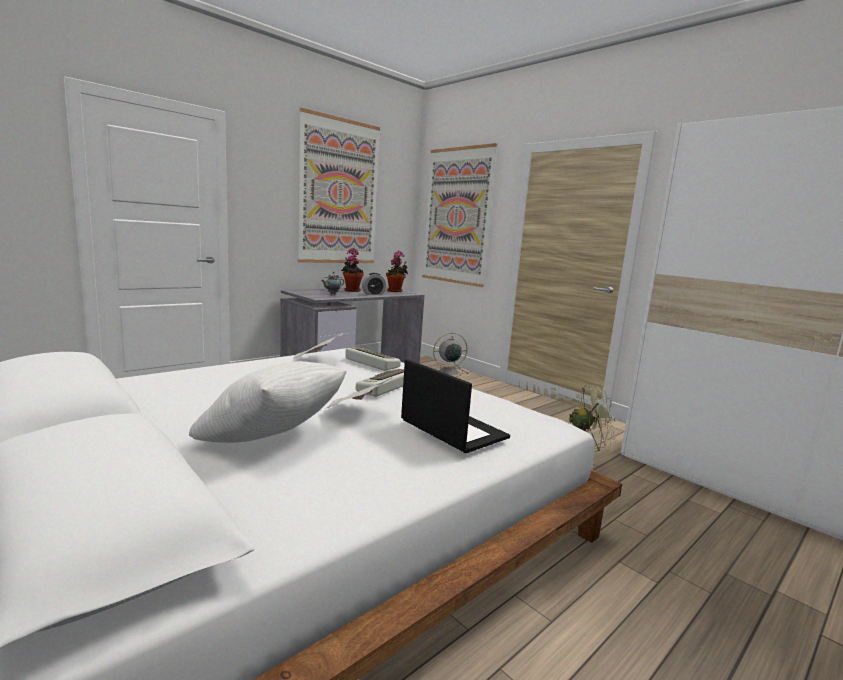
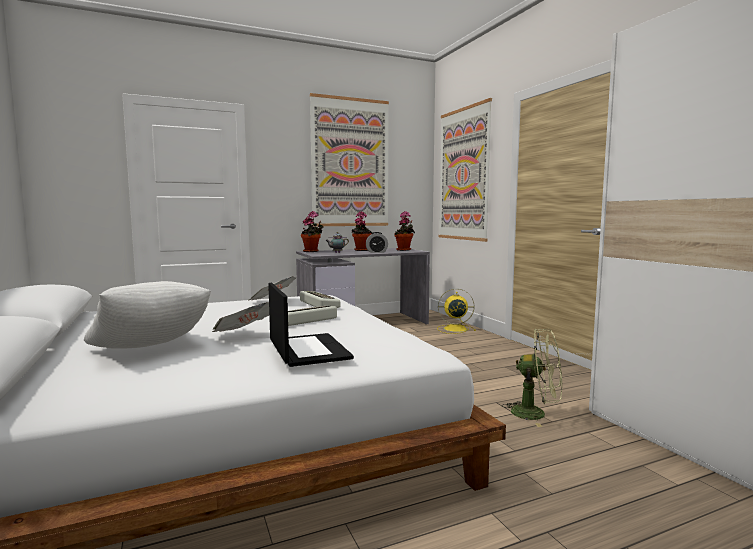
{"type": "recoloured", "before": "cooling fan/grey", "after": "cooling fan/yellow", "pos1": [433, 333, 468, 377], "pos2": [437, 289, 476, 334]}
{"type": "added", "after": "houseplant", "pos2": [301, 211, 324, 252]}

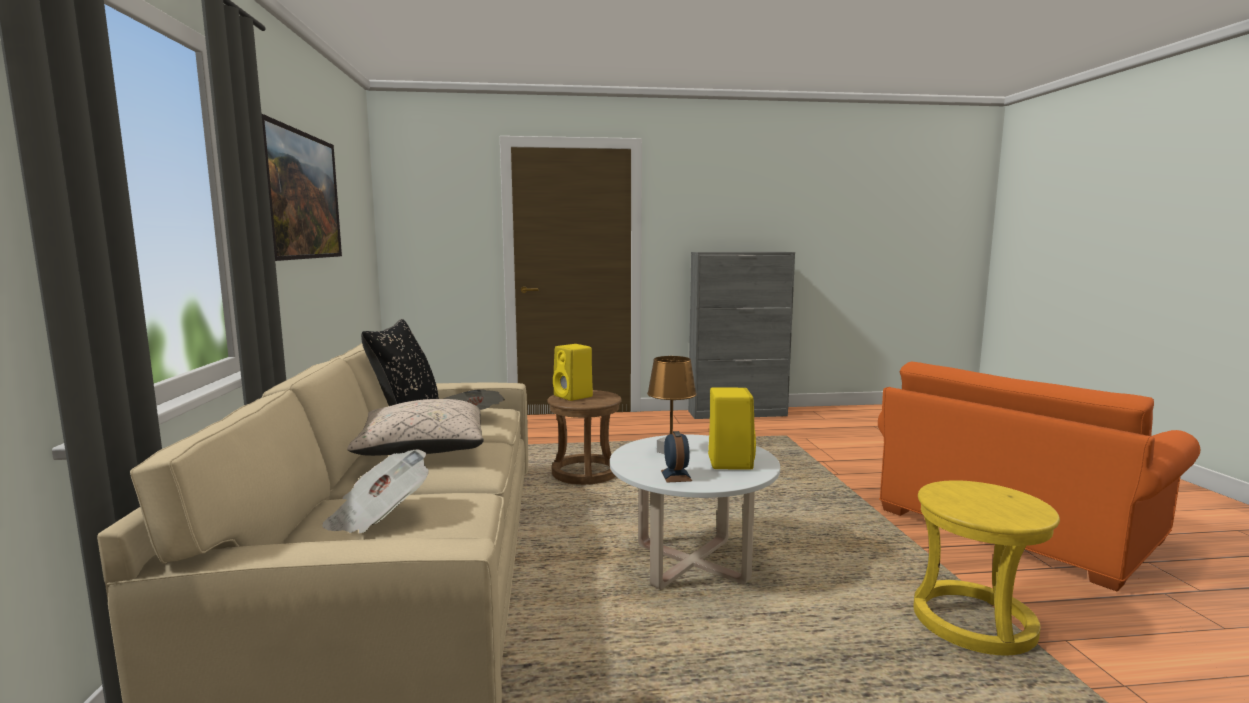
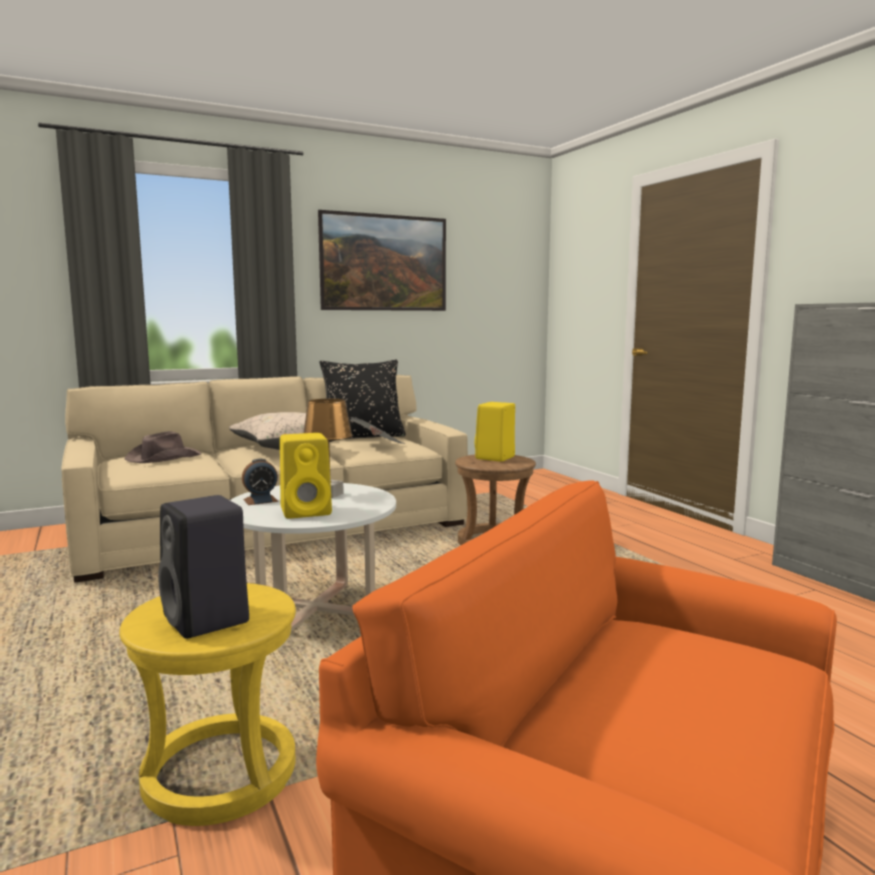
{"type": "replaced", "before": "daily paper", "after": "hat/brownish", "pos1": [322, 449, 429, 534], "pos2": [124, 431, 201, 463]}
{"type": "added", "after": "audio speaker/black-coloured", "pos2": [158, 495, 249, 639]}

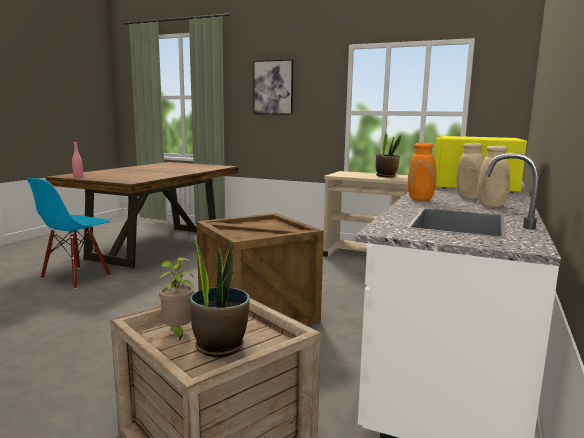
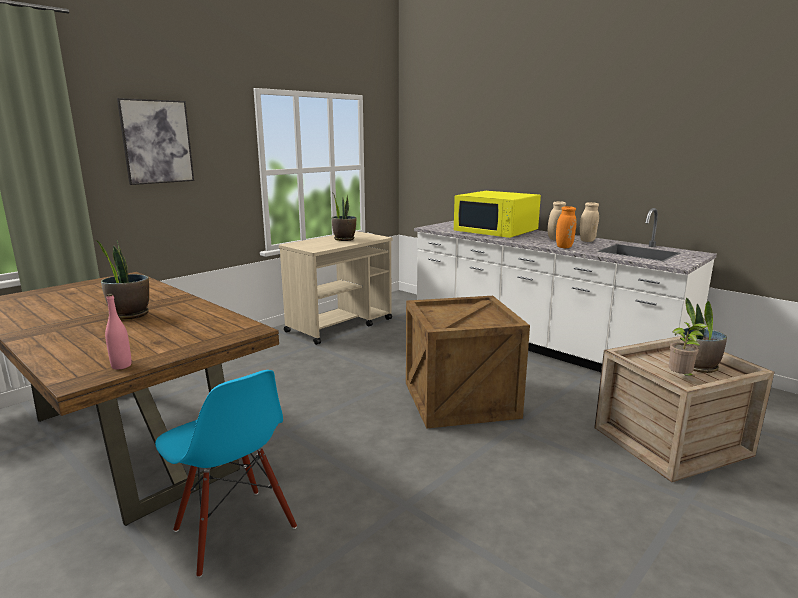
{"type": "added", "after": "houseplant", "pos2": [96, 240, 149, 320]}

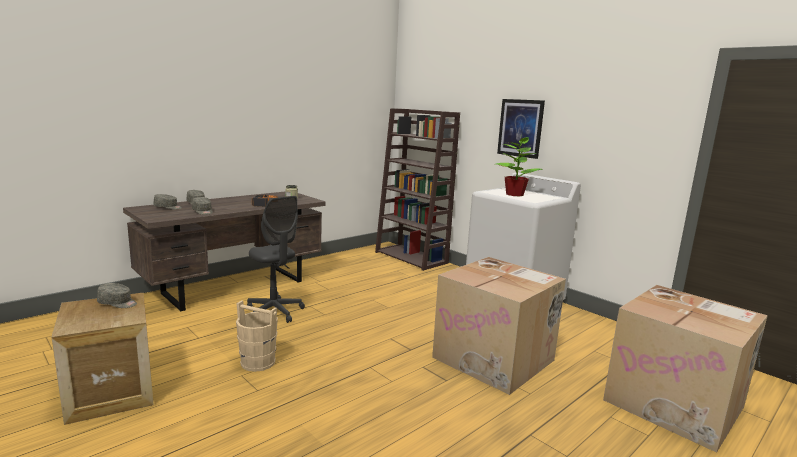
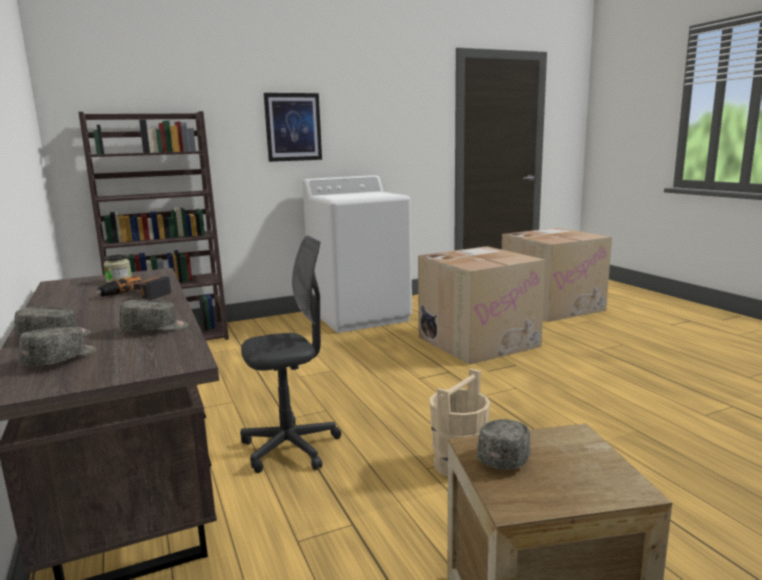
{"type": "removed", "before": "houseplant", "pos1": [497, 133, 542, 196]}

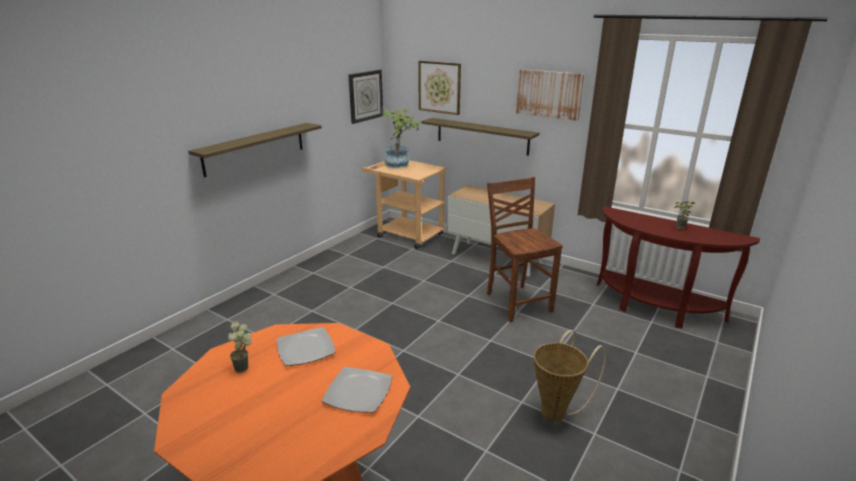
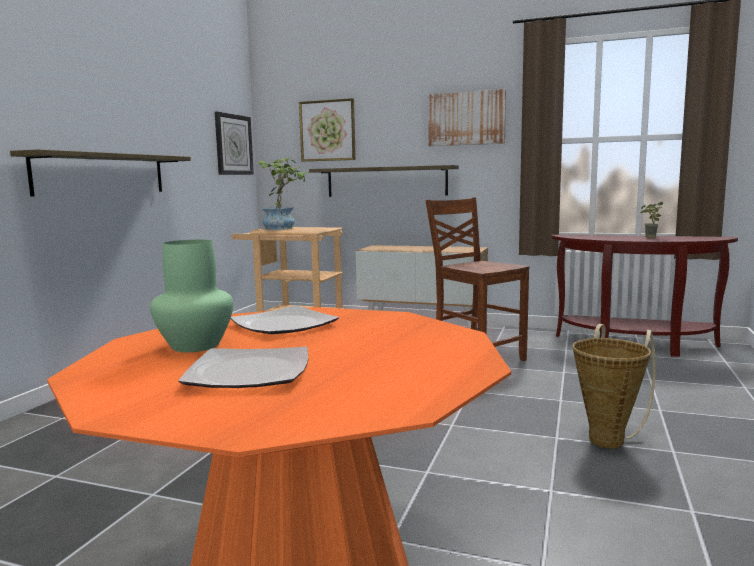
{"type": "replaced", "before": "houseplant", "after": "decorative vase/green-coloured", "pos1": [228, 321, 252, 373], "pos2": [150, 240, 233, 352]}
{"type": "moved", "before": "flat dish", "pos1": [322, 367, 393, 413], "pos2": [178, 347, 308, 388]}

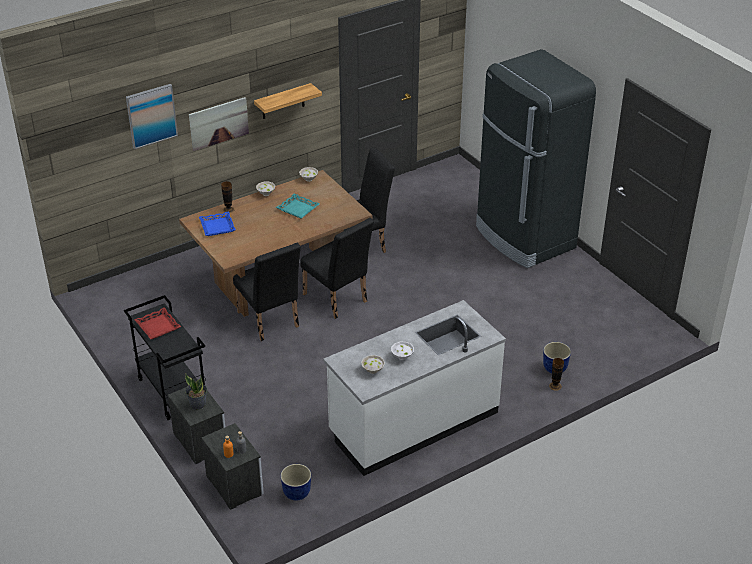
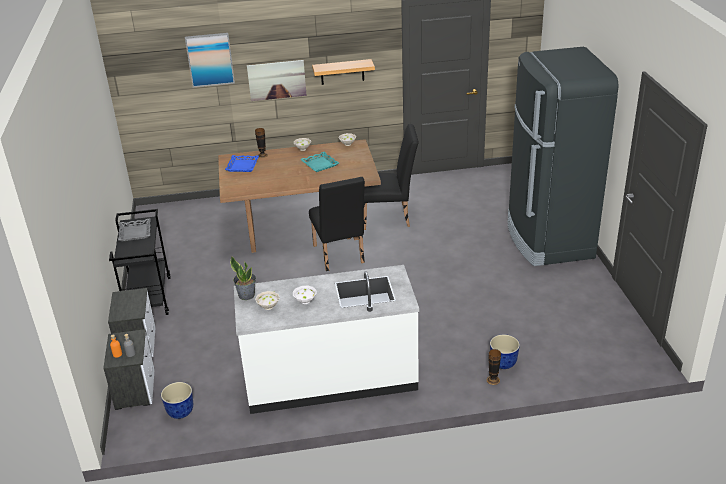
{"type": "removed", "before": "plain chair/black-coloured", "pos1": [233, 243, 301, 341]}
{"type": "recoloured", "before": "serving tray/red-coloured", "after": "serving tray/grey", "pos1": [134, 308, 181, 339], "pos2": [118, 218, 151, 241]}
{"type": "moved", "before": "houseplant", "pos1": [185, 373, 207, 410], "pos2": [230, 256, 256, 300]}

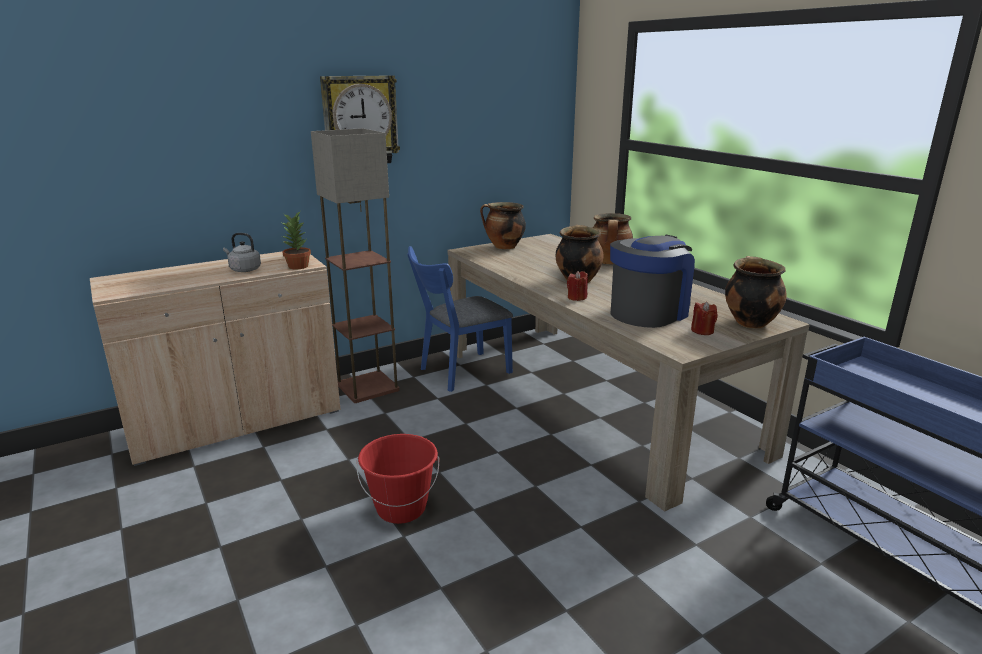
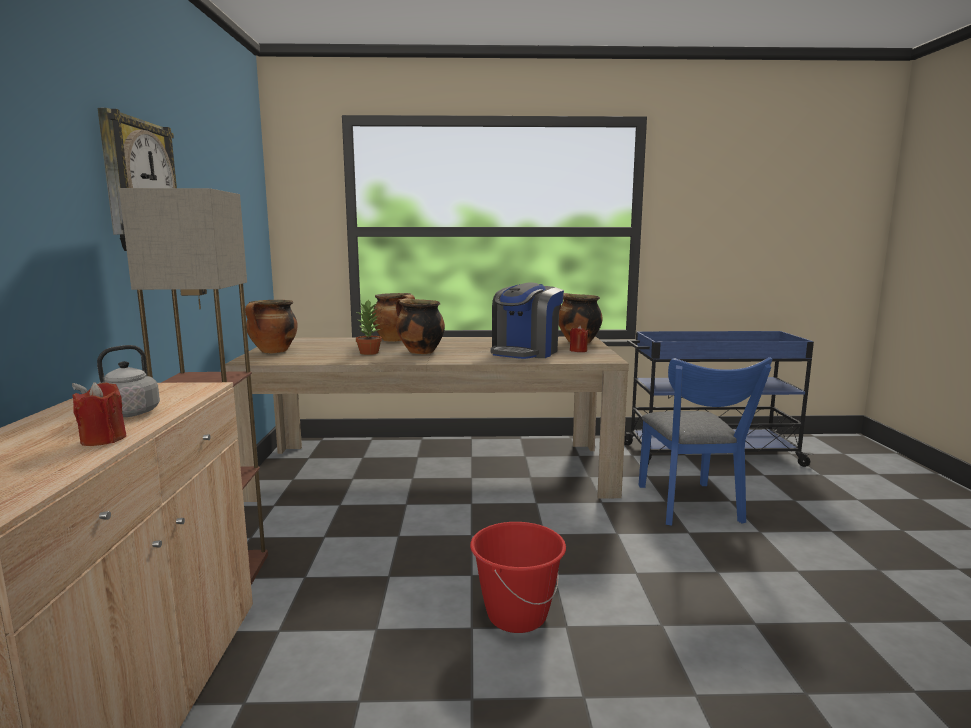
{"type": "moved", "before": "houseplant", "pos1": [282, 211, 311, 269], "pos2": [356, 300, 382, 355]}
{"type": "turned", "before": "coffee maker", "pos1": [610, 235, 695, 328], "pos2": [491, 283, 564, 359], "turn": -135}
{"type": "moved", "before": "plain chair/bluish", "pos1": [407, 246, 513, 392], "pos2": [638, 357, 772, 526]}
{"type": "moved", "before": "candle/red-coloured", "pos1": [567, 271, 588, 301], "pos2": [72, 382, 127, 446]}

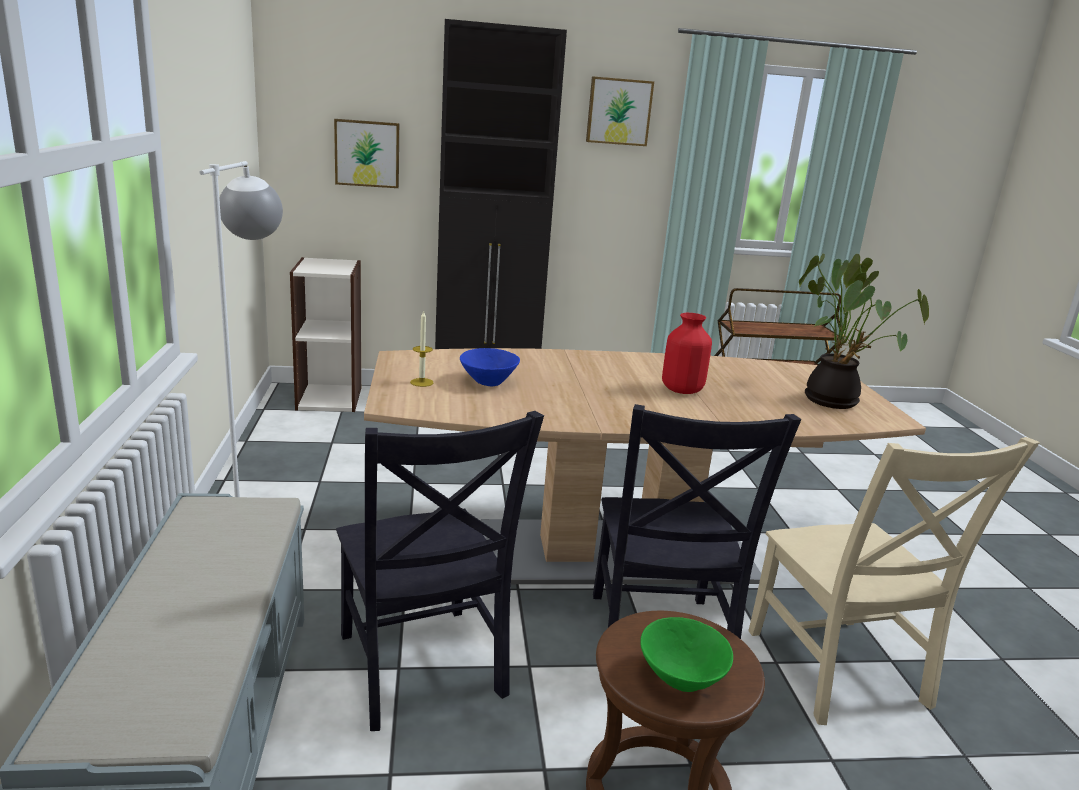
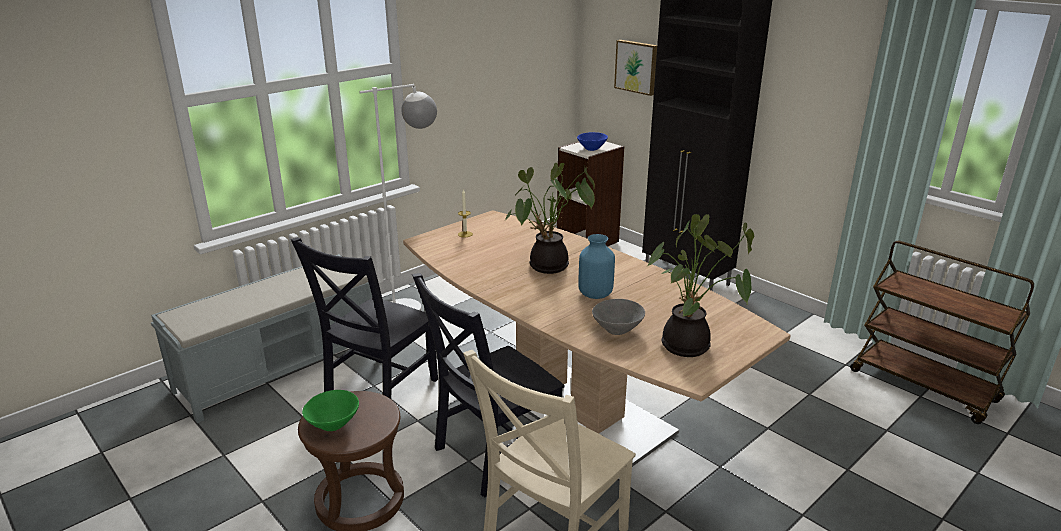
{"type": "removed", "before": "wall picture", "pos1": [586, 76, 654, 146]}
{"type": "recoloured", "before": "decorative vase/red-coloured", "after": "decorative vase/bluish", "pos1": [662, 313, 712, 394], "pos2": [578, 234, 615, 299]}
{"type": "moved", "before": "bowl/bluish", "pos1": [460, 348, 520, 386], "pos2": [577, 132, 608, 151]}
{"type": "added", "after": "houseplant", "pos2": [505, 163, 595, 274]}
{"type": "added", "after": "bowl/grey", "pos2": [592, 299, 645, 335]}

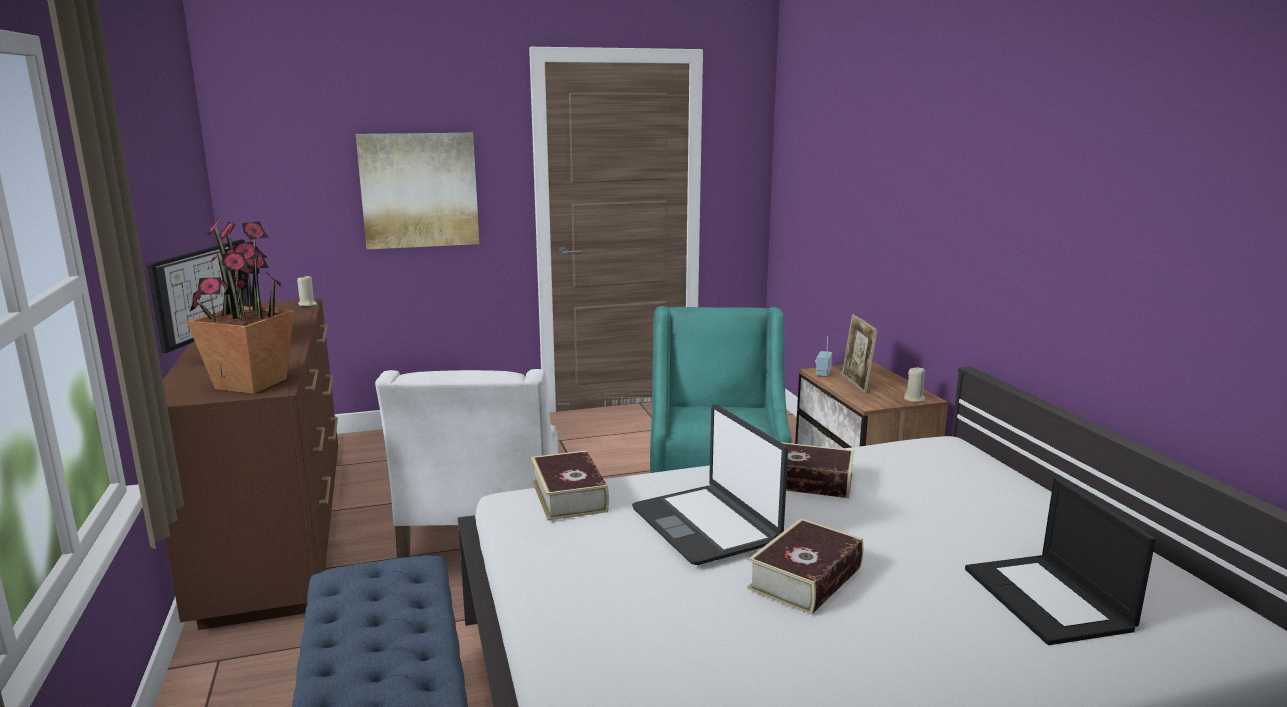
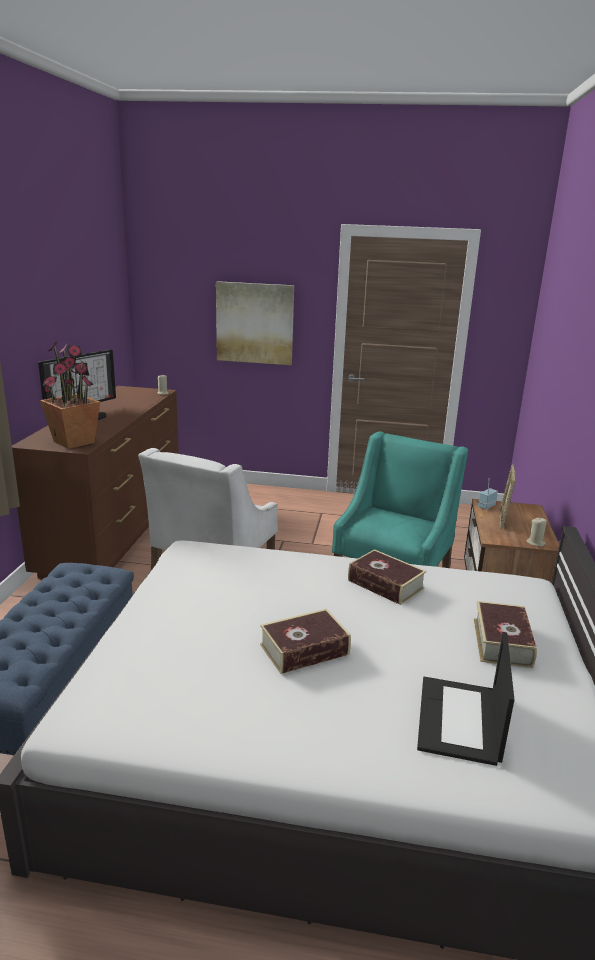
{"type": "removed", "before": "portable computer", "pos1": [632, 404, 788, 565]}
{"type": "moved", "before": "book", "pos1": [531, 450, 609, 520], "pos2": [474, 601, 537, 668]}

